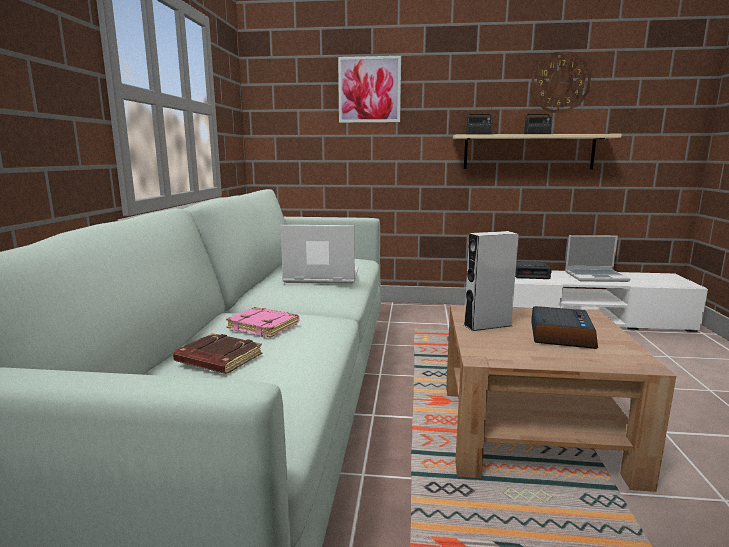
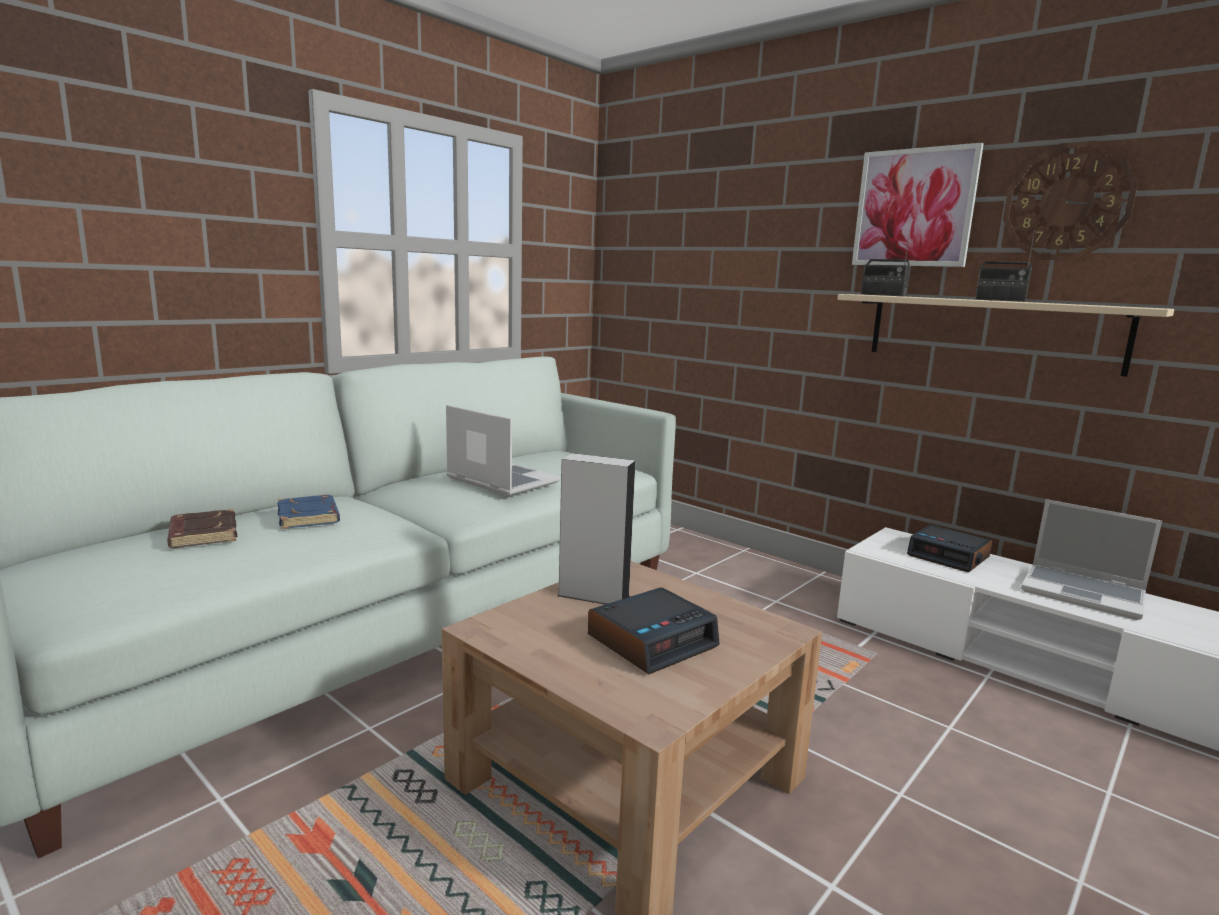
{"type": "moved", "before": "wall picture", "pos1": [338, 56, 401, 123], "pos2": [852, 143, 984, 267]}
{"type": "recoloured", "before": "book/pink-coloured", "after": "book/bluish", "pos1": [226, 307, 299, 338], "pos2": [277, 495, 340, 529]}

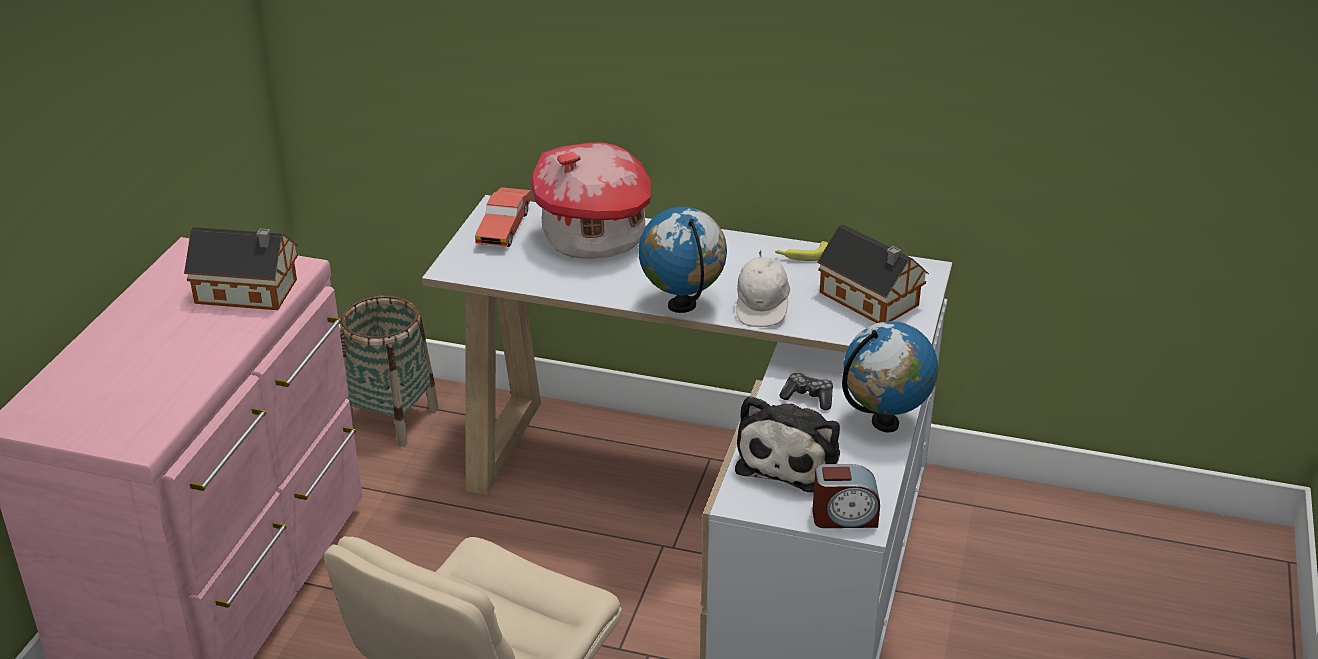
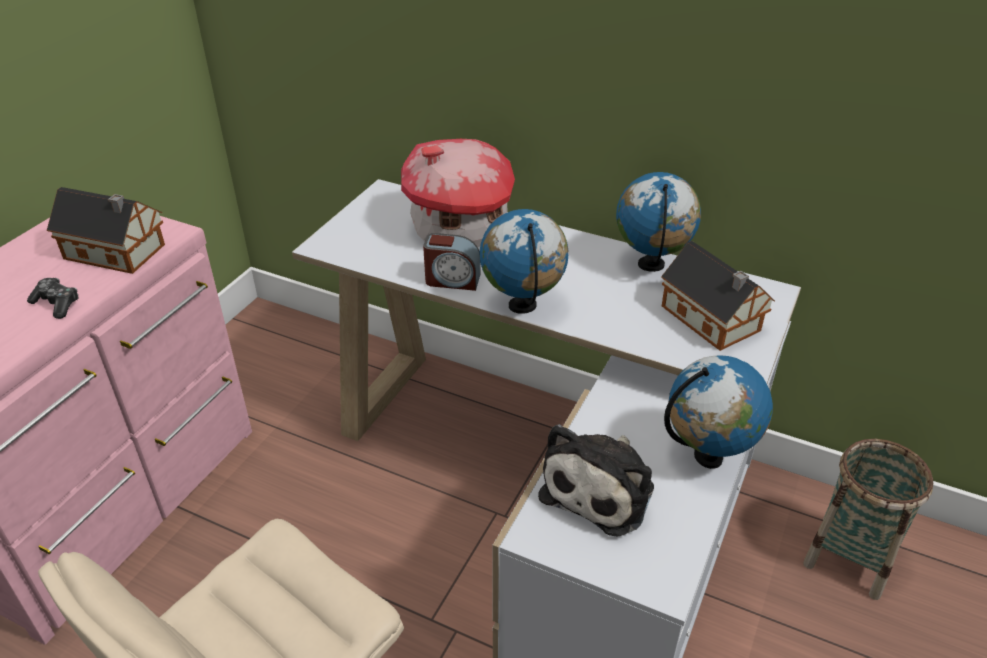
{"type": "removed", "before": "model car/red-coloured", "pos1": [475, 187, 532, 247]}
{"type": "replaced", "before": "banana fruit", "after": "globe", "pos1": [775, 241, 828, 261], "pos2": [616, 172, 701, 272]}
{"type": "removed", "before": "cap/whitish", "pos1": [737, 250, 790, 327]}
{"type": "moved", "before": "household basket", "pos1": [340, 295, 439, 446], "pos2": [803, 439, 933, 600]}
{"type": "moved", "before": "joypad", "pos1": [780, 372, 833, 410], "pos2": [27, 278, 78, 319]}
{"type": "moved", "before": "bedside clock", "pos1": [812, 464, 880, 528], "pos2": [423, 233, 481, 291]}

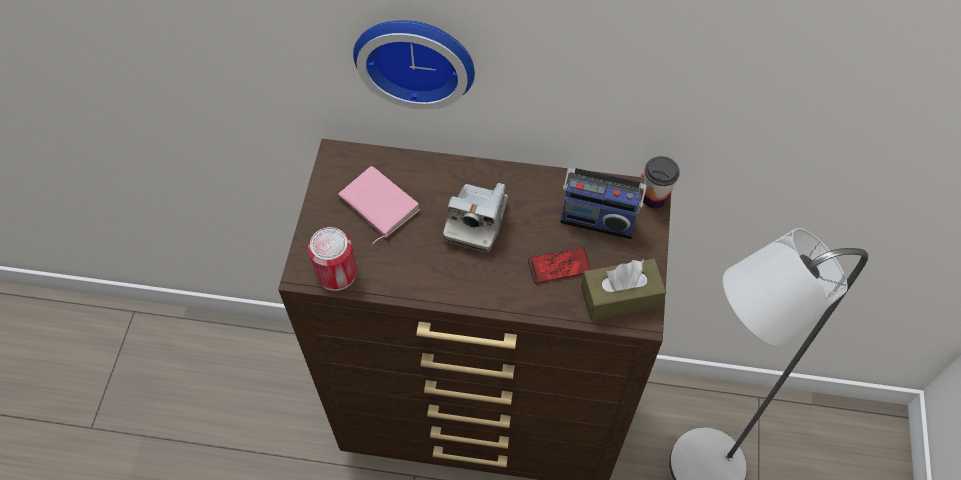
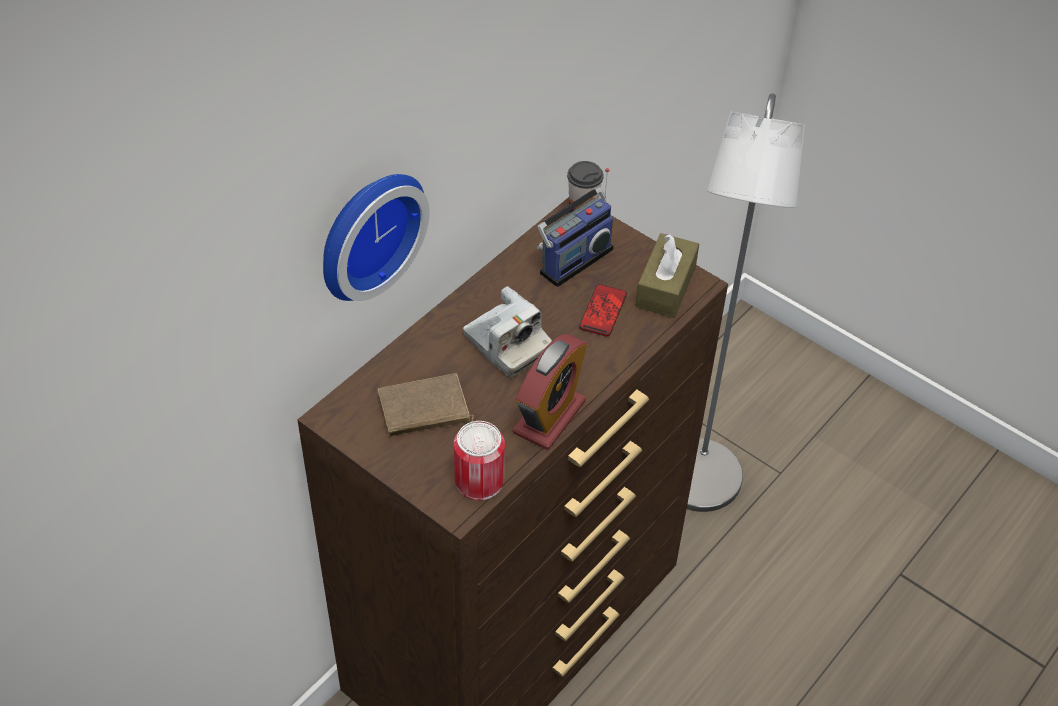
{"type": "recoloured", "before": "book/pink-coloured", "after": "book/brownish", "pos1": [339, 166, 420, 244], "pos2": [377, 373, 474, 436]}
{"type": "added", "after": "bedside clock", "pos2": [513, 334, 587, 450]}

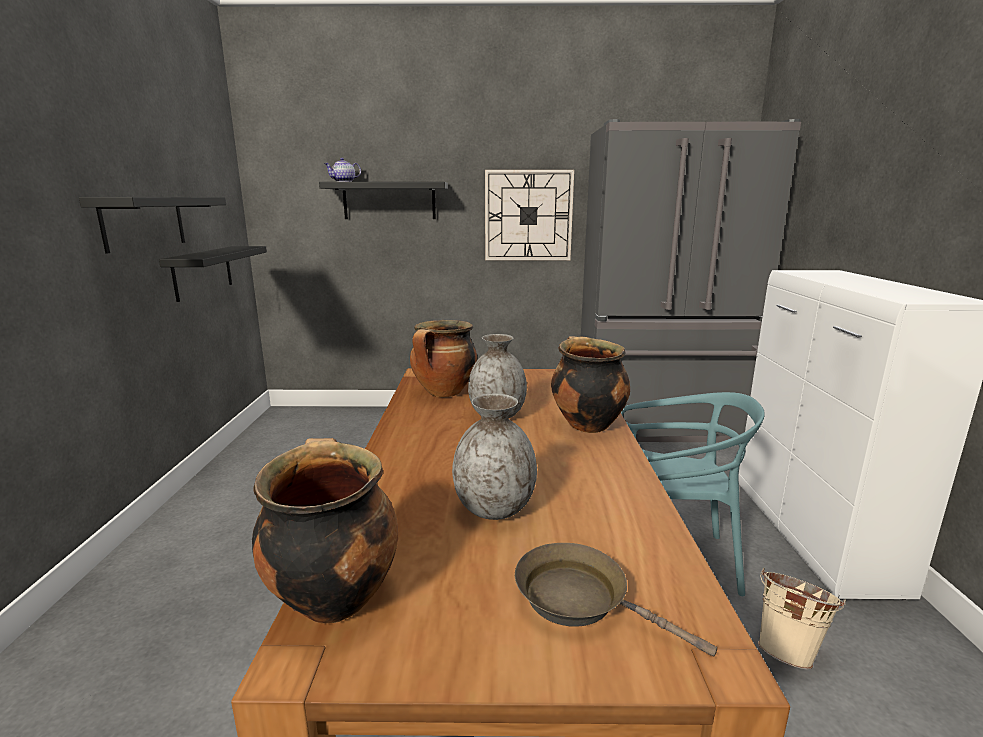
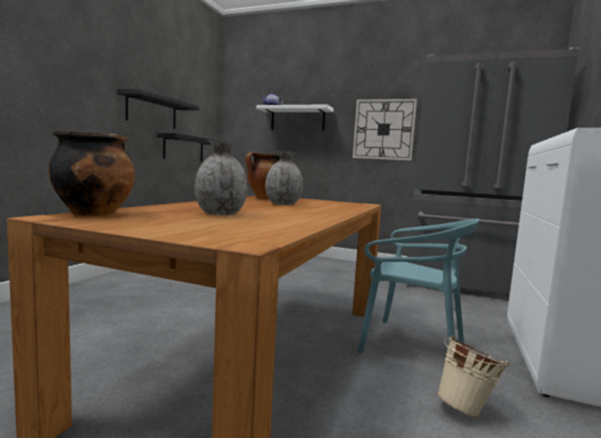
{"type": "recoloured", "before": "bracket shelf/black-coloured", "after": "bracket shelf/whitish", "pos1": [319, 182, 448, 219], "pos2": [256, 104, 334, 131]}
{"type": "removed", "before": "cooking pot", "pos1": [551, 336, 630, 433]}
{"type": "removed", "before": "frying pan/brownish", "pos1": [515, 543, 717, 656]}

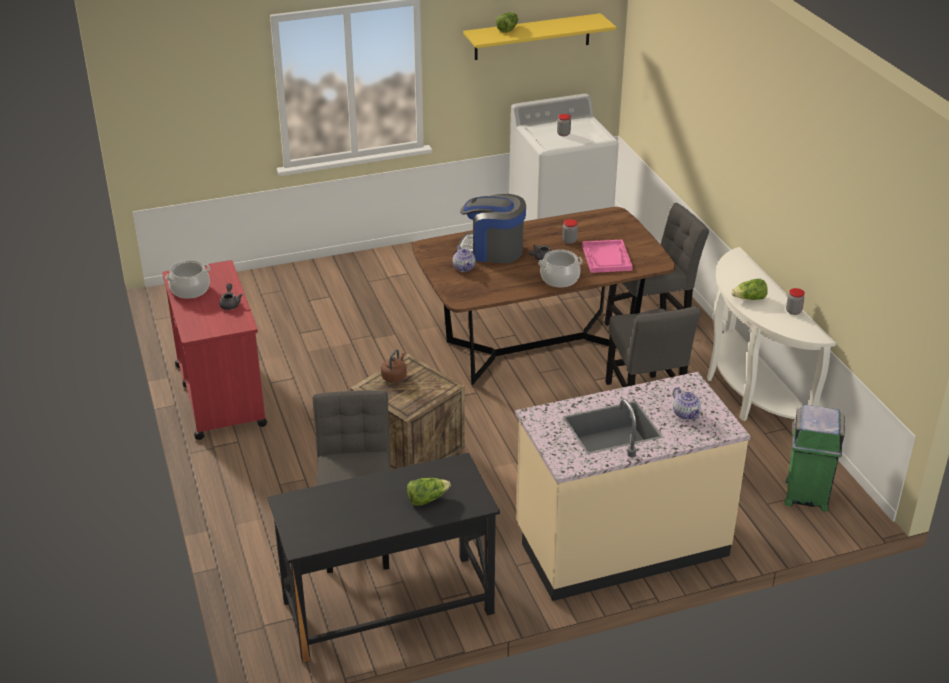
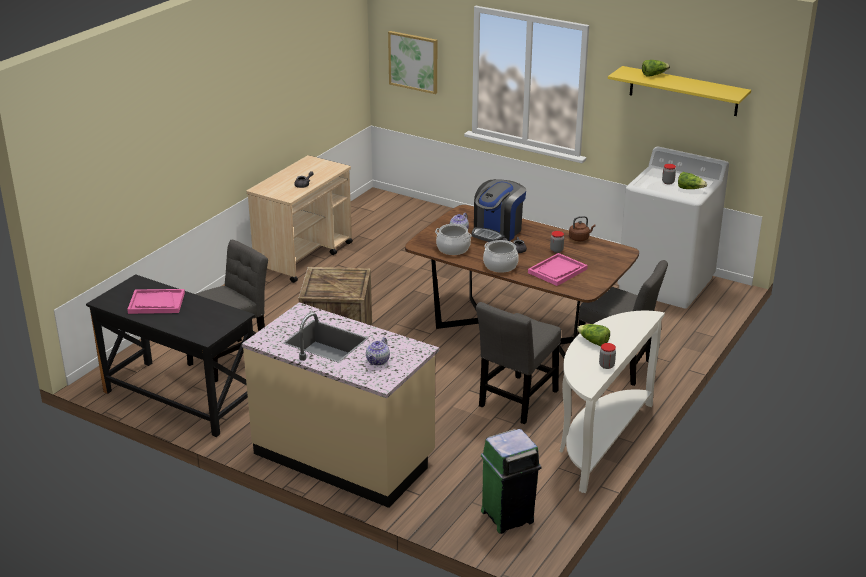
{"type": "turned", "before": "coffee maker", "pos1": [458, 194, 526, 263], "pos2": [472, 179, 526, 242], "turn": -120}
{"type": "recoloured", "before": "trolley/red-coloured", "after": "trolley/sand-coloured", "pos1": [162, 260, 267, 440], "pos2": [247, 155, 353, 283]}
{"type": "moved", "before": "cooking pot", "pos1": [165, 260, 210, 299], "pos2": [435, 224, 472, 255]}
{"type": "moved", "before": "kettle/brownish", "pos1": [381, 349, 407, 383], "pos2": [569, 216, 596, 241]}
{"type": "moved", "before": "head of lettuce", "pos1": [407, 478, 451, 506], "pos2": [678, 172, 707, 189]}
{"type": "added", "after": "wall picture", "pos2": [388, 31, 437, 94]}
{"type": "added", "after": "serving tray/pink-coloured", "pos2": [127, 289, 185, 314]}

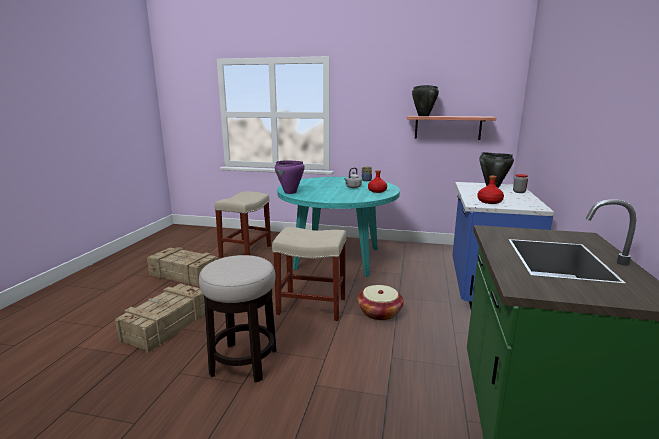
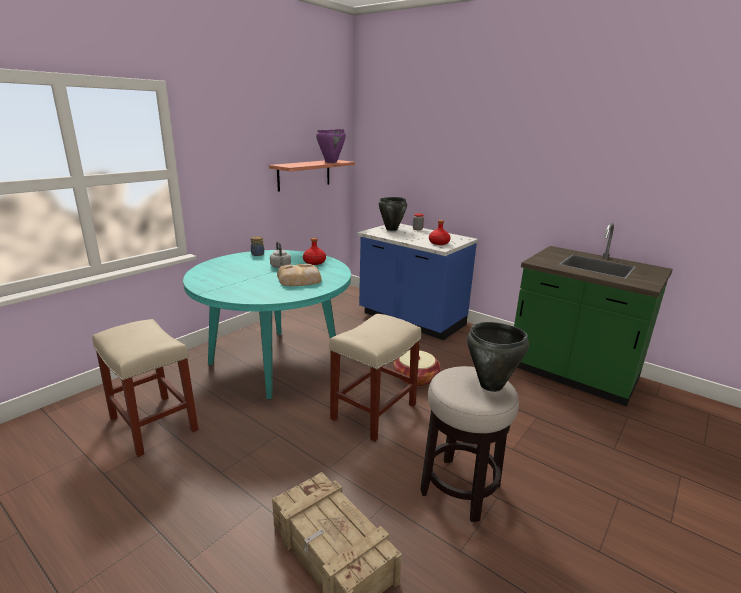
{"type": "moved", "before": "cooking pot/black-coloured", "pos1": [412, 85, 439, 116], "pos2": [467, 322, 529, 392]}
{"type": "moved", "before": "cooking pot/purple-coloured", "pos1": [275, 161, 305, 194], "pos2": [316, 129, 346, 163]}
{"type": "removed", "before": "packing crate", "pos1": [147, 247, 218, 286]}
{"type": "added", "after": "bread", "pos2": [277, 264, 322, 286]}

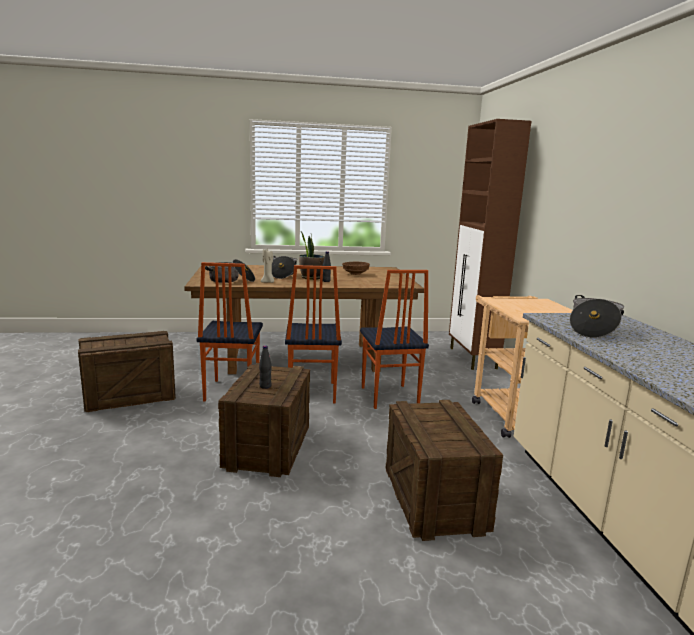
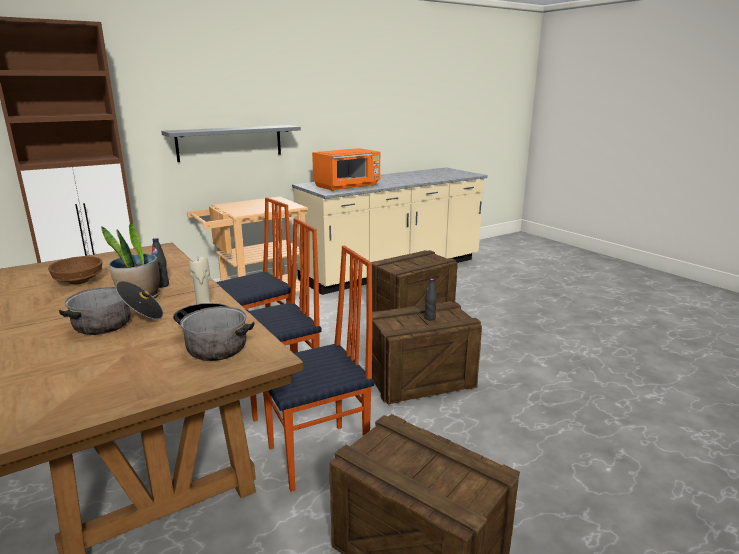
{"type": "replaced", "before": "cooking pot", "after": "microwave/orange-coloured", "pos1": [569, 295, 624, 338], "pos2": [312, 148, 380, 191]}
{"type": "added", "after": "bracket shelf/grey", "pos2": [161, 125, 301, 162]}

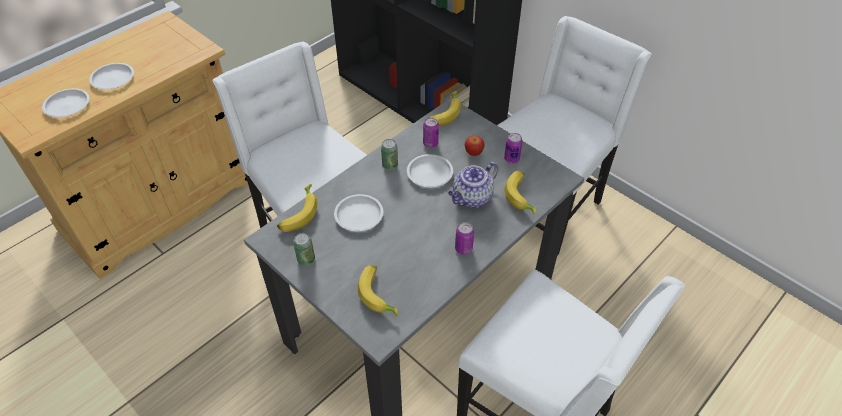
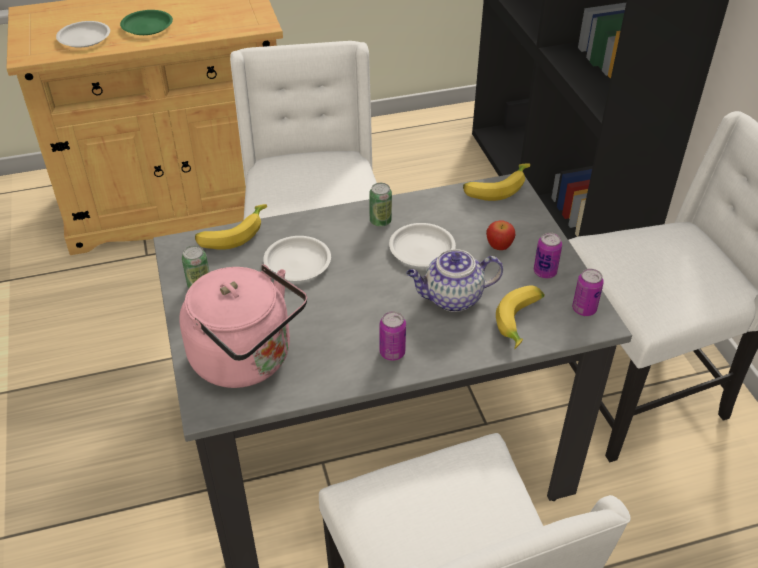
{"type": "recoloured", "before": "flat dish/whitish", "after": "flat dish/green-coloured", "pos1": [89, 63, 134, 89], "pos2": [120, 10, 173, 35]}
{"type": "moved", "before": "can", "pos1": [423, 118, 439, 148], "pos2": [572, 269, 604, 316]}
{"type": "replaced", "before": "banana fruit", "after": "kettle/pink-coloured", "pos1": [358, 265, 397, 317], "pos2": [179, 264, 307, 388]}

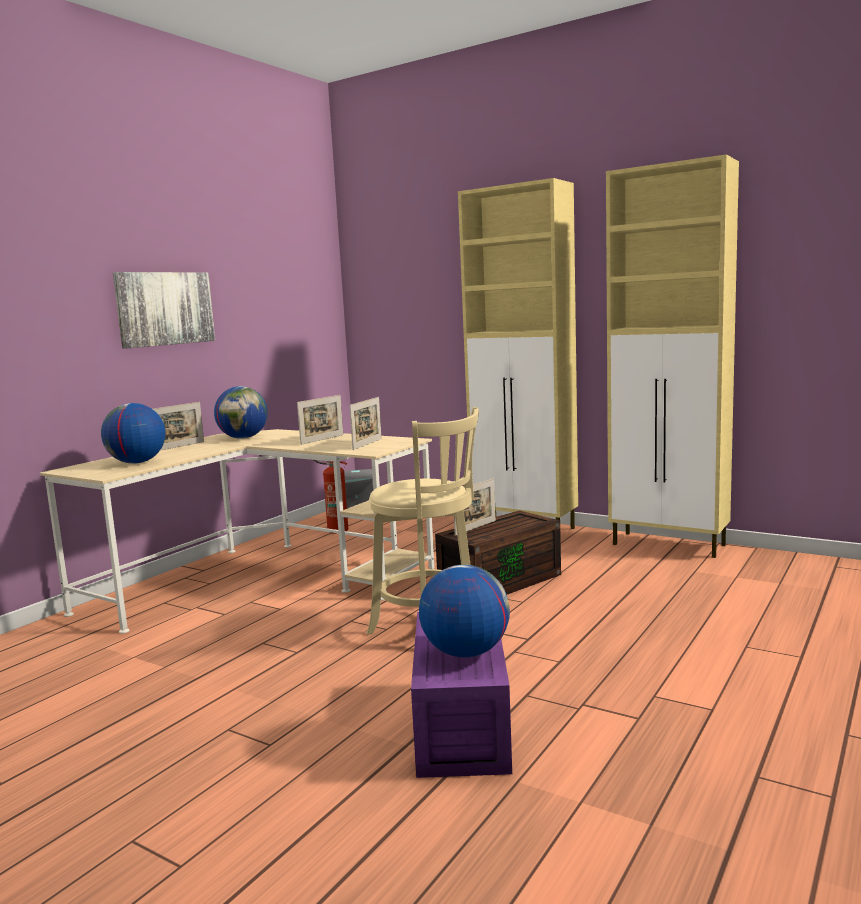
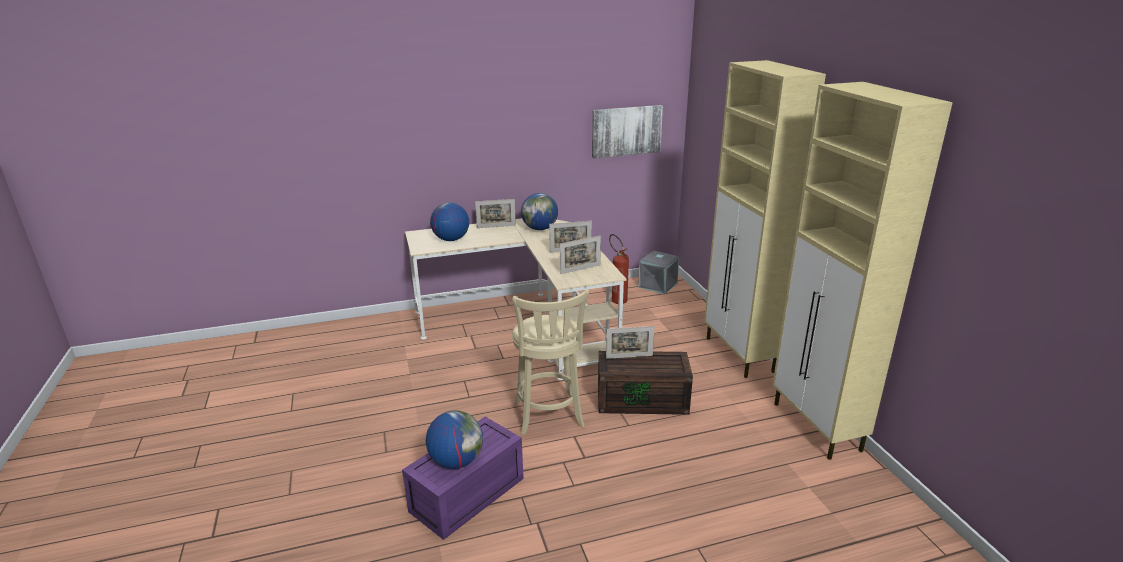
{"type": "moved", "before": "wall picture", "pos1": [113, 272, 215, 349], "pos2": [592, 105, 663, 158]}

